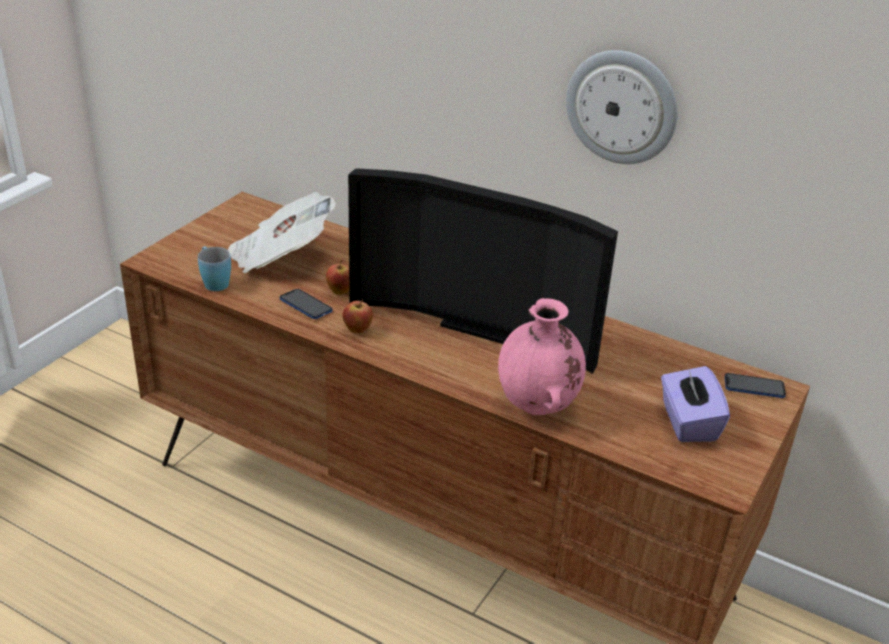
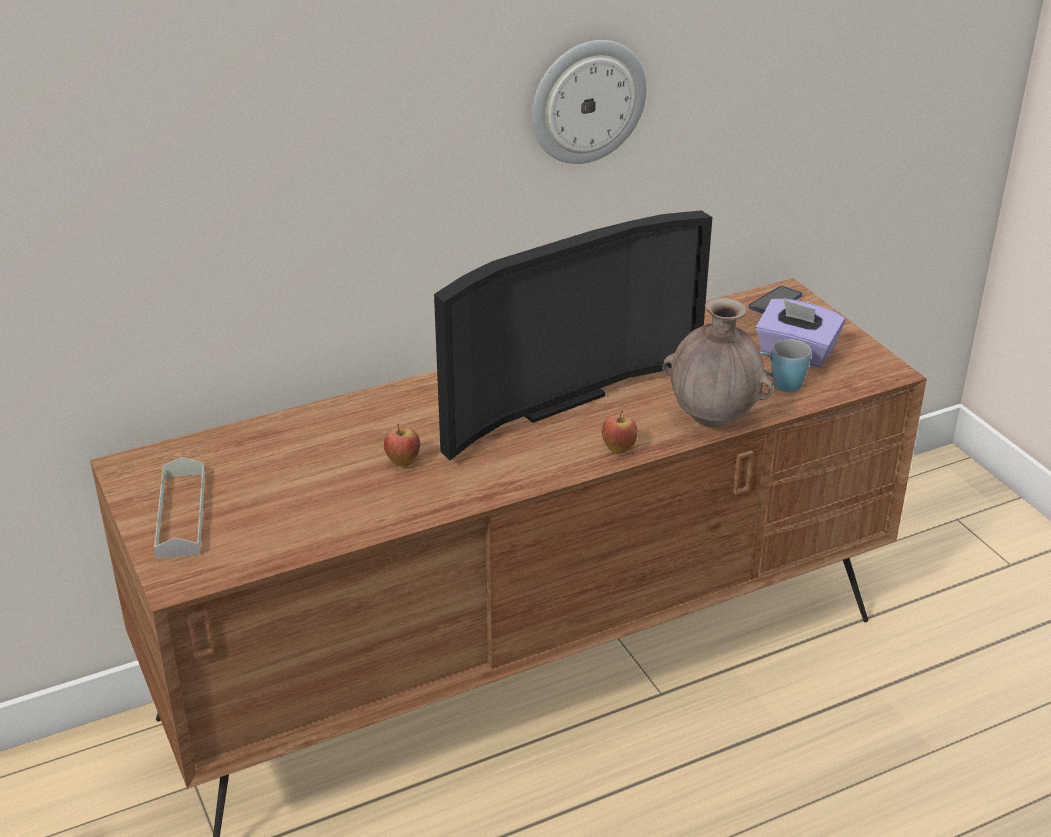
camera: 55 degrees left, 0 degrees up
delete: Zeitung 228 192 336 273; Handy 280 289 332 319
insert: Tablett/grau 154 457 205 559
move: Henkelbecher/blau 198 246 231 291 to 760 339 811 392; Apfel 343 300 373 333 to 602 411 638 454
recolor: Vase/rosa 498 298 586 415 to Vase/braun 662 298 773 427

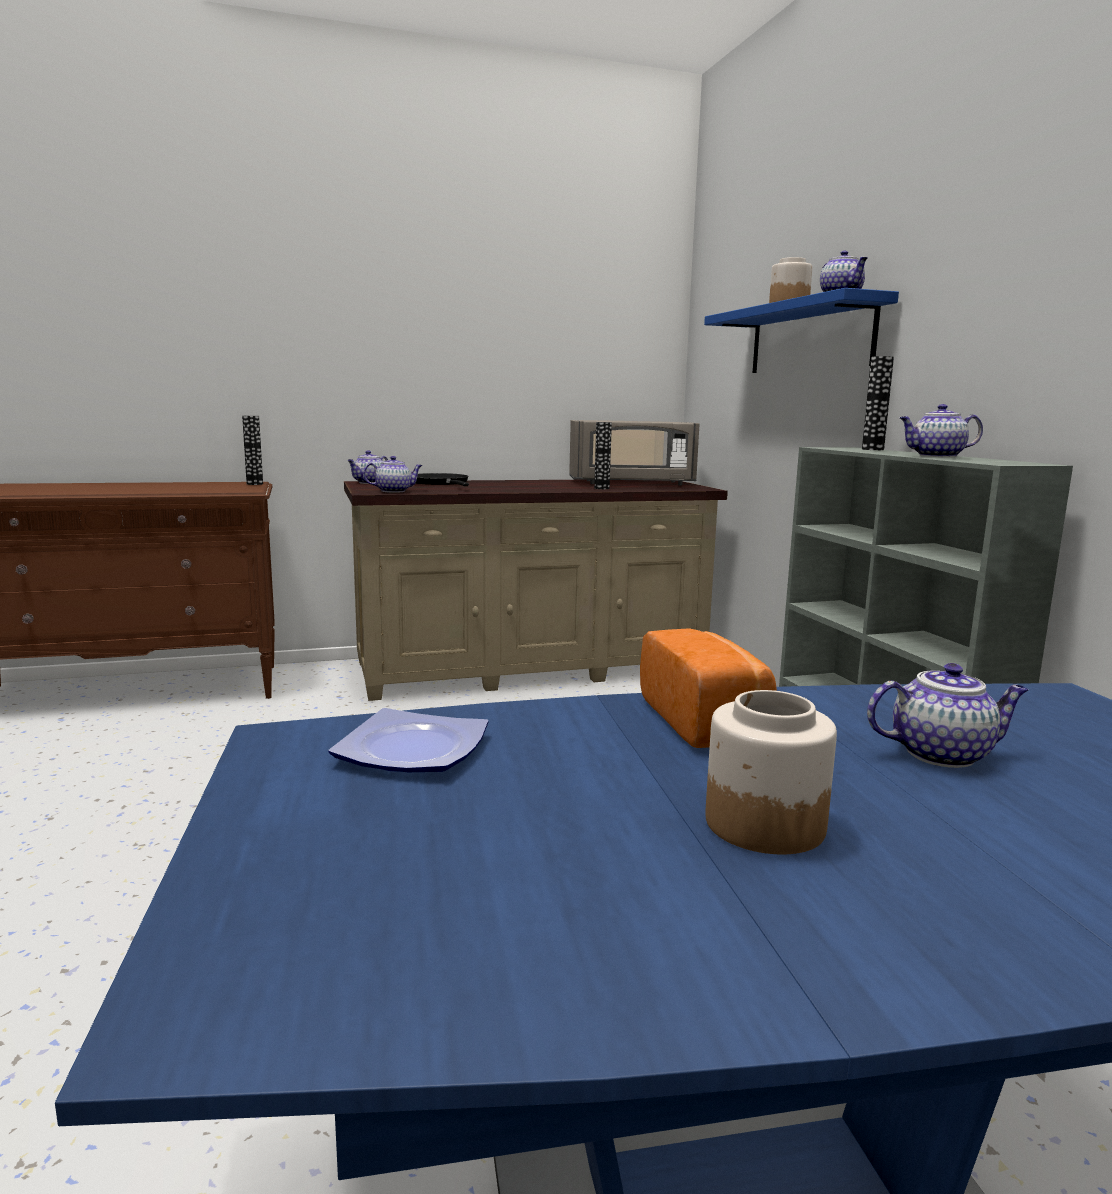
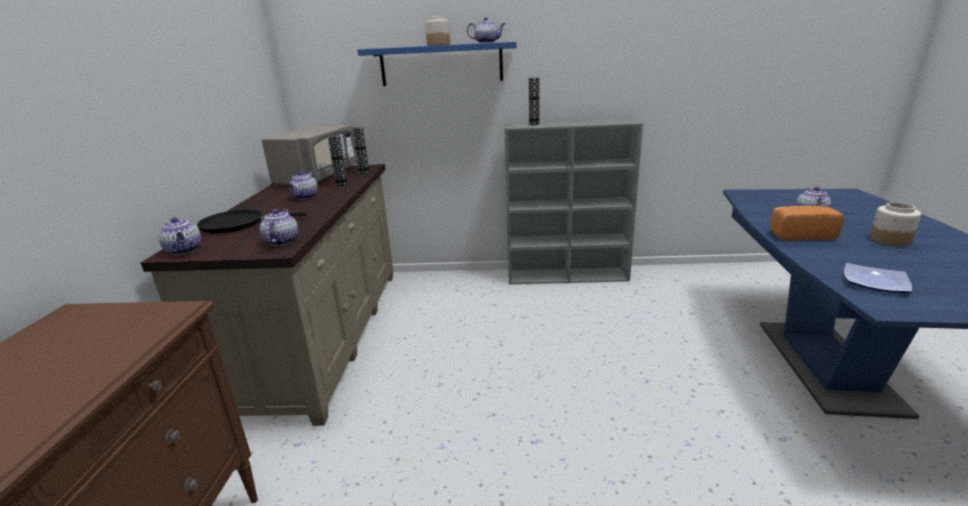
camera: 70 degrees left, 10 degrees up
move: Teekanne 900 404 983 457 to 287 171 318 200; Vase 242 416 263 485 to 352 127 369 175

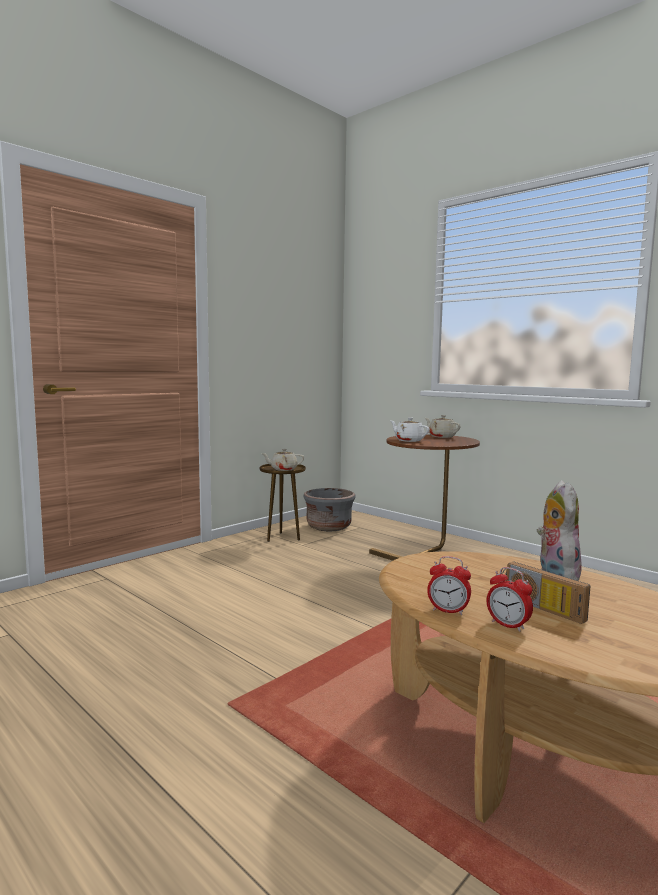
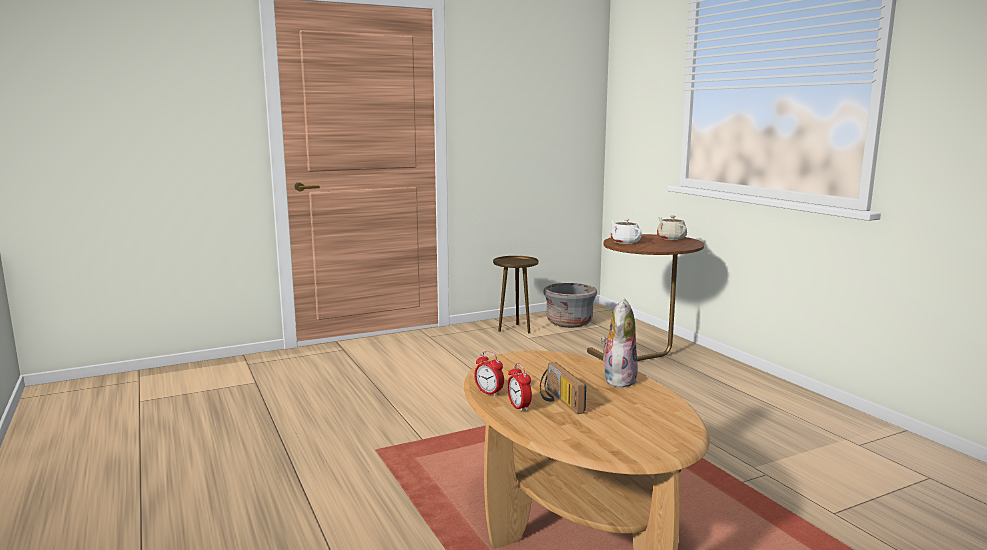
camera: 20 degrees right, 5 degrees up
delete: Teekanne/beige 261 449 304 471

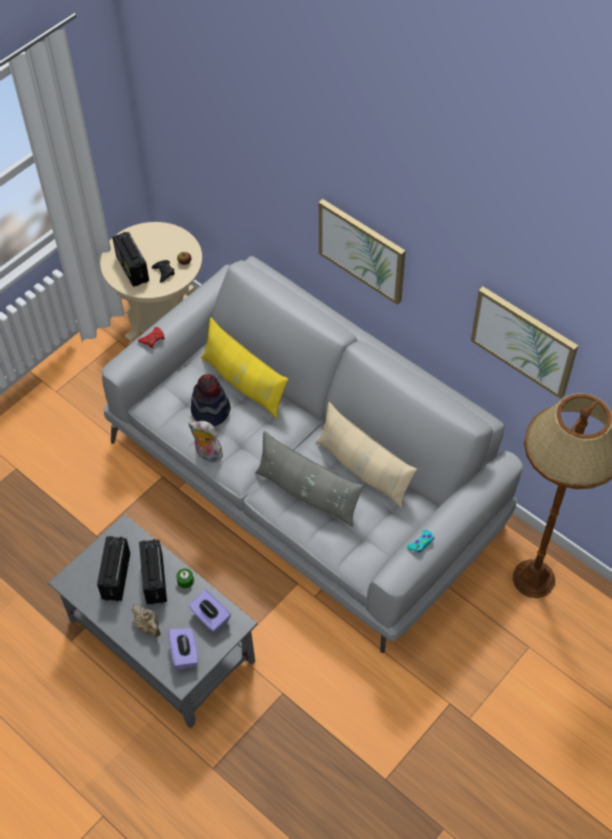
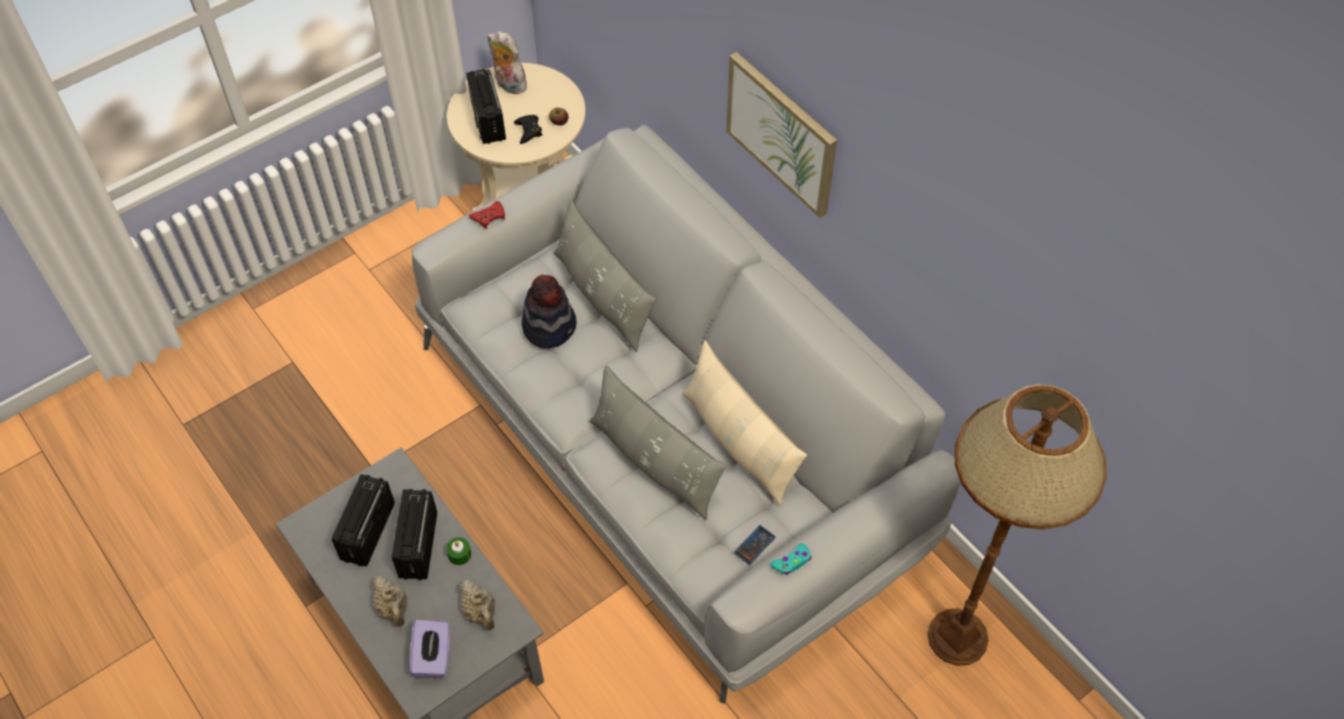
camera: 10 degrees right, 0 degrees up
delete: Bild 471 287 578 399
insert: Handy 734 525 776 565
move: Plüschtier 188 421 223 463 to 487 31 527 94
replace: Taschentuchbox/lila 189 589 231 633 to Teekanne/beige 460 579 495 630
recolor: Kissen/gelb 201 317 288 418 to Kissen/grau 554 199 656 352

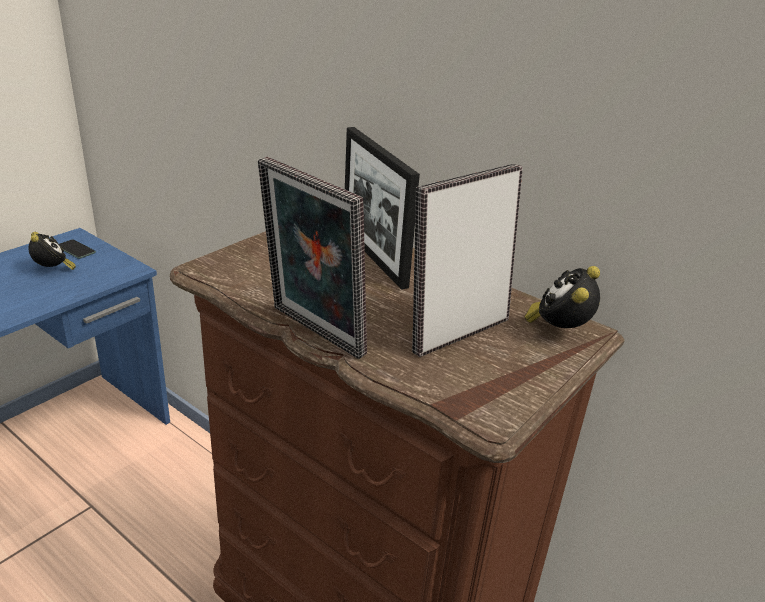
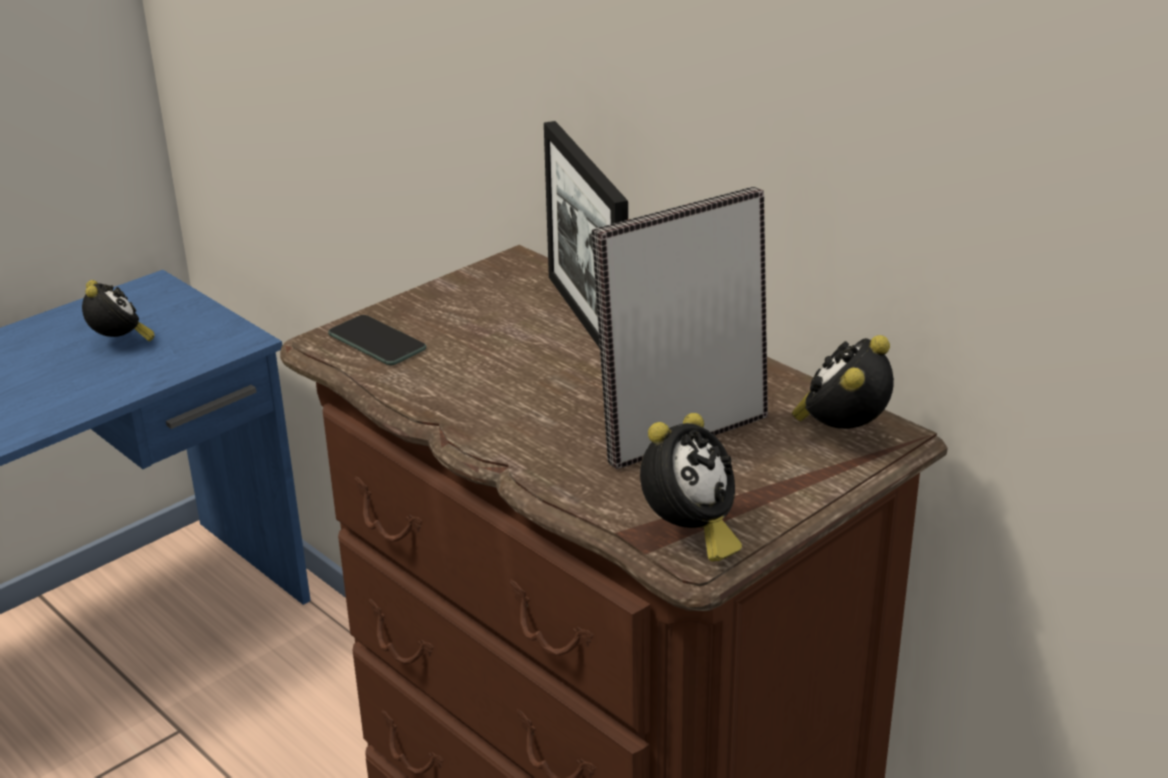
camera: 10 degrees right, 0 degrees up
delete: Bilderrahmen 258 157 367 359
insert: Wecker 640 413 742 561
move: Handy 58 239 96 259 to 328 315 426 365

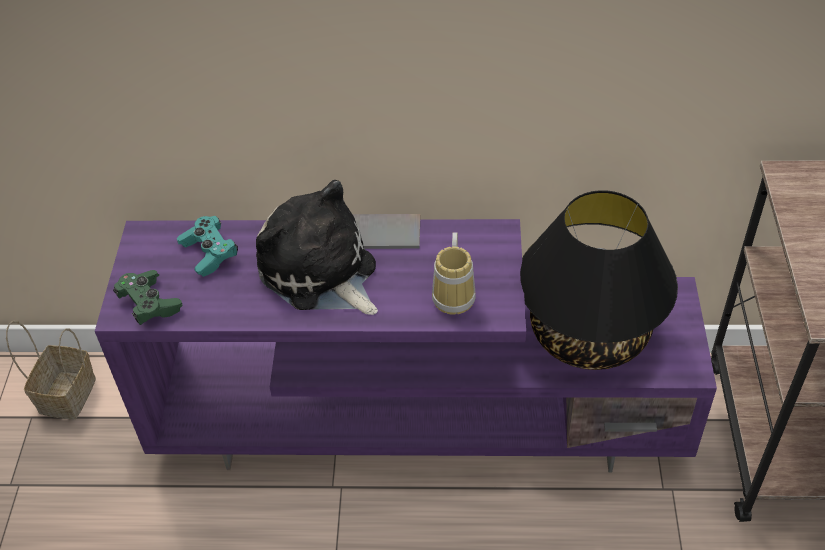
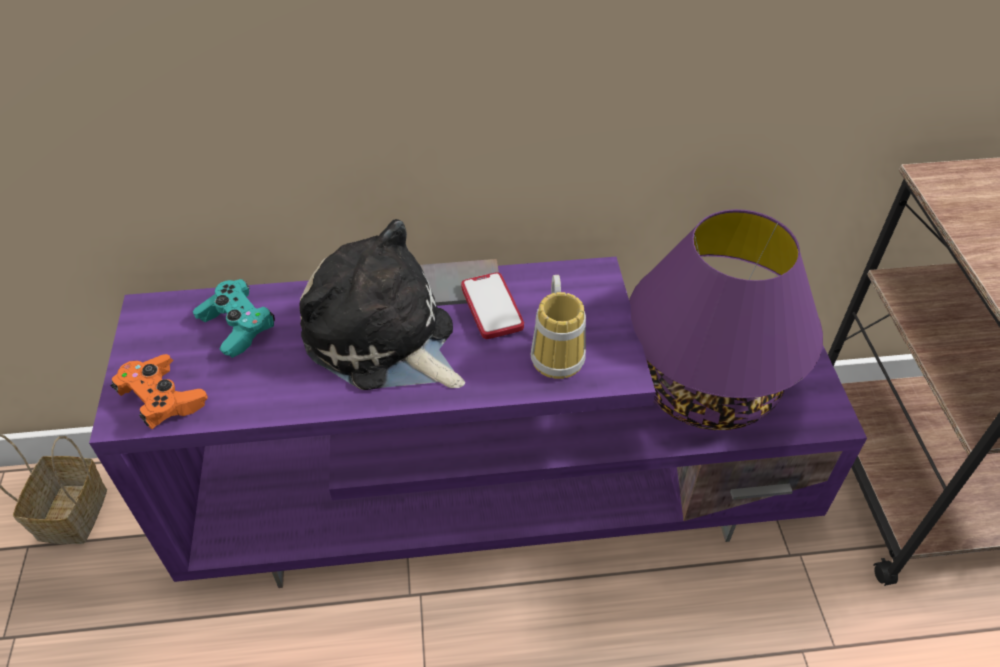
camera: 10 degrees left, 0 degrees up
insert: Handy 461 272 524 339
recolor: Tischlampe/schwarz 520 190 678 370 to Tischlampe/lila 629 209 823 430; Gamepad/grün 113 270 182 325 to Gamepad/orange 110 354 208 429

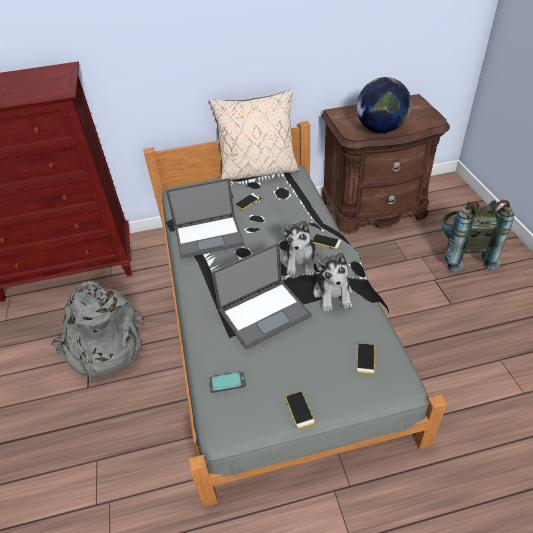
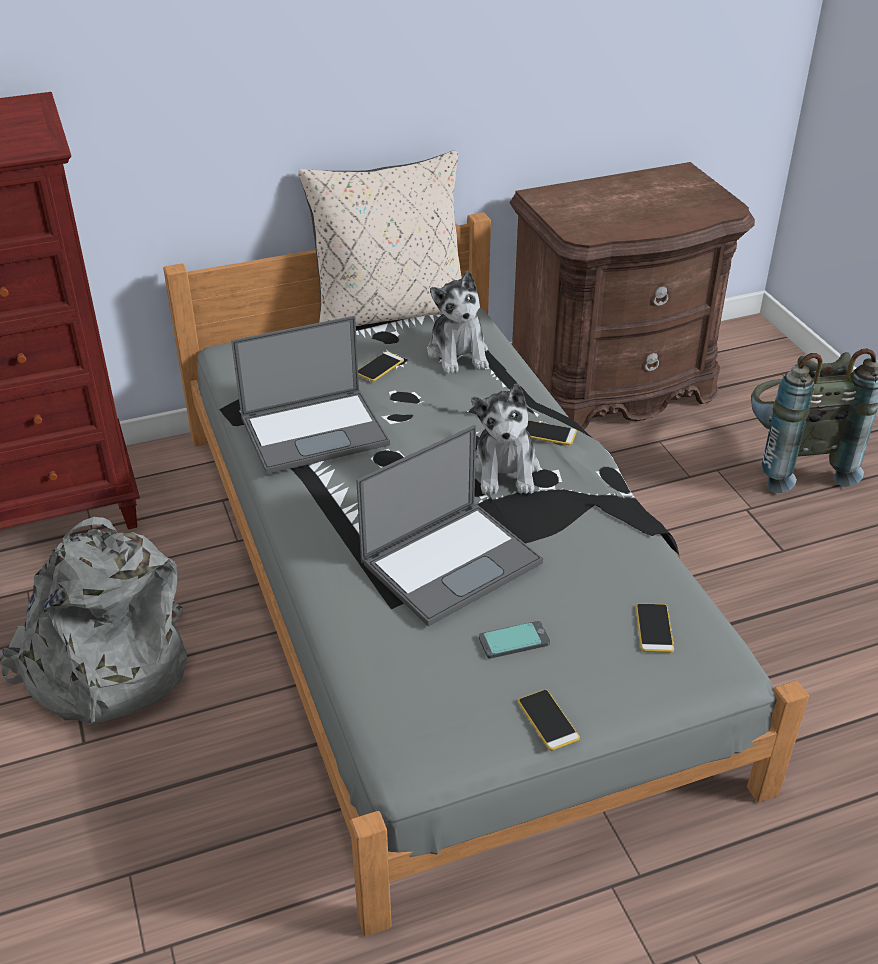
camera: 10 degrees left, 5 degrees down
delete: Globus 357 77 411 133
move: Plüschtier 313 252 352 312 to 428 271 489 374; Handy 209 371 246 393 to 479 621 550 659

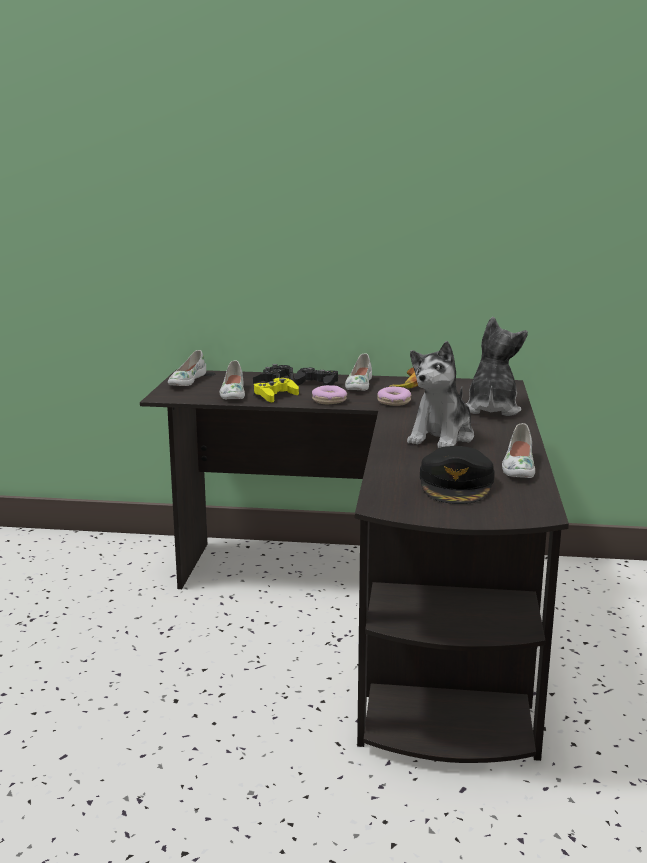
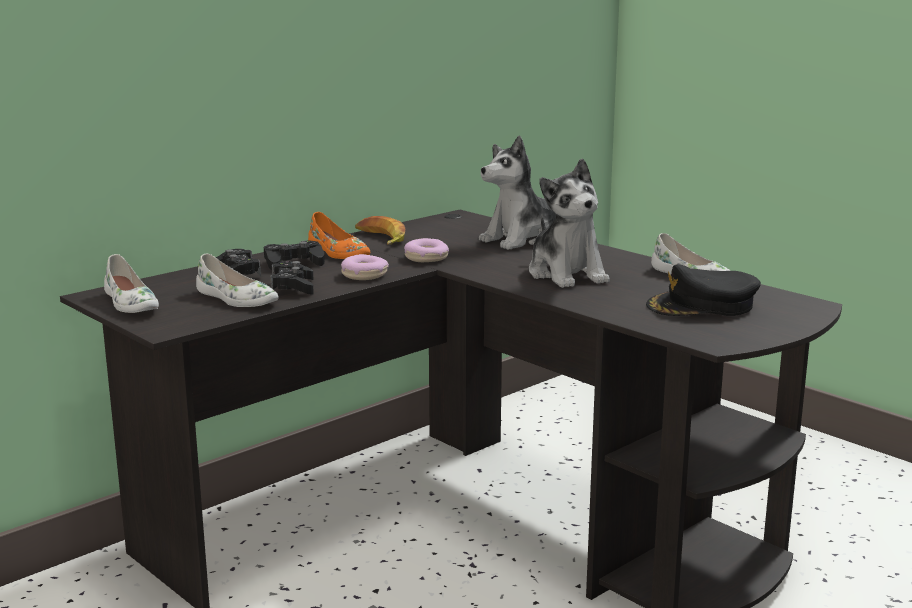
camera: 50 degrees left, 0 degrees up
recolor: Schuh/weiß 345 353 372 390 to Schuh/orange 308 212 370 259; Gamepad/gelb 253 378 299 402 to Gamepad/schwarz 270 261 314 295
rotate: Plüschtier 466 317 528 416 = 479 135 556 250 90 degrees counterclockwise; Kappe/schwarz 420 446 495 504 = 646 264 761 316 120 degrees clockwise

